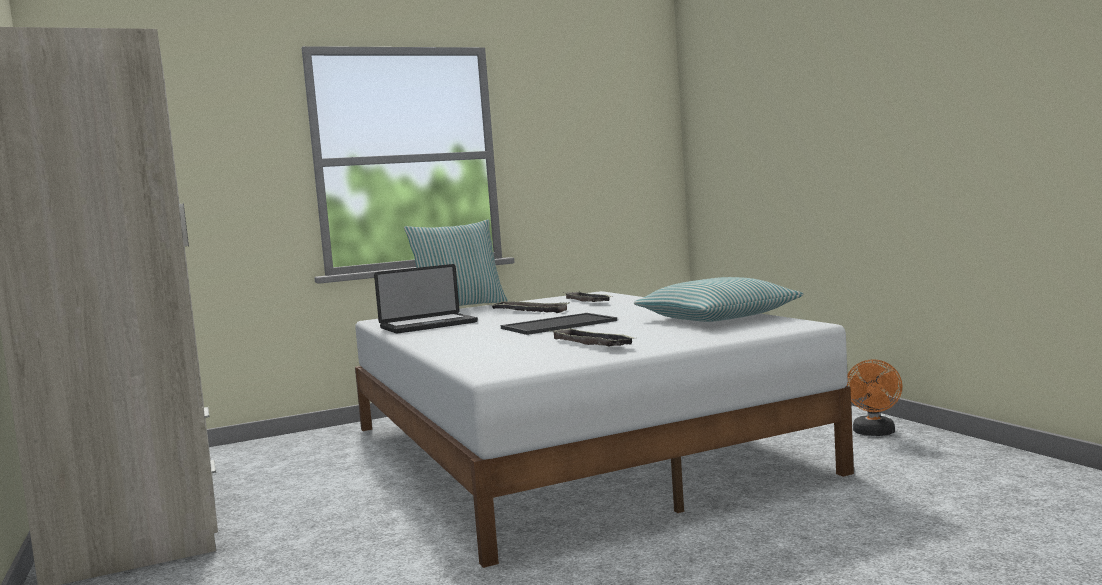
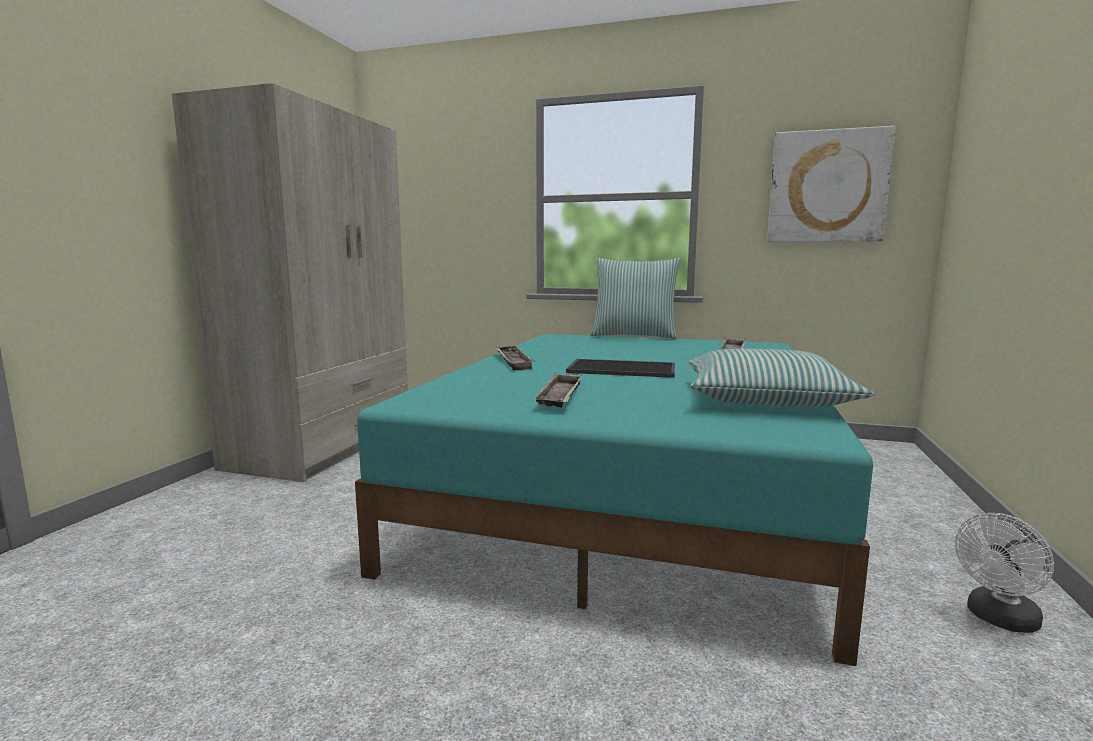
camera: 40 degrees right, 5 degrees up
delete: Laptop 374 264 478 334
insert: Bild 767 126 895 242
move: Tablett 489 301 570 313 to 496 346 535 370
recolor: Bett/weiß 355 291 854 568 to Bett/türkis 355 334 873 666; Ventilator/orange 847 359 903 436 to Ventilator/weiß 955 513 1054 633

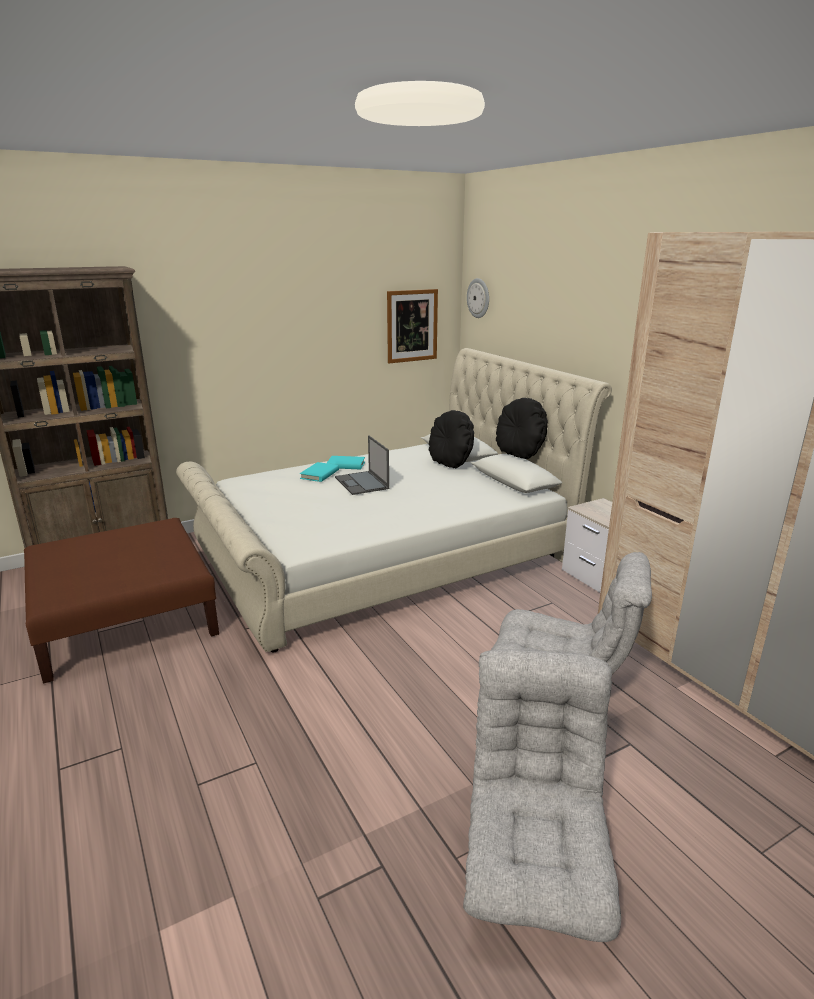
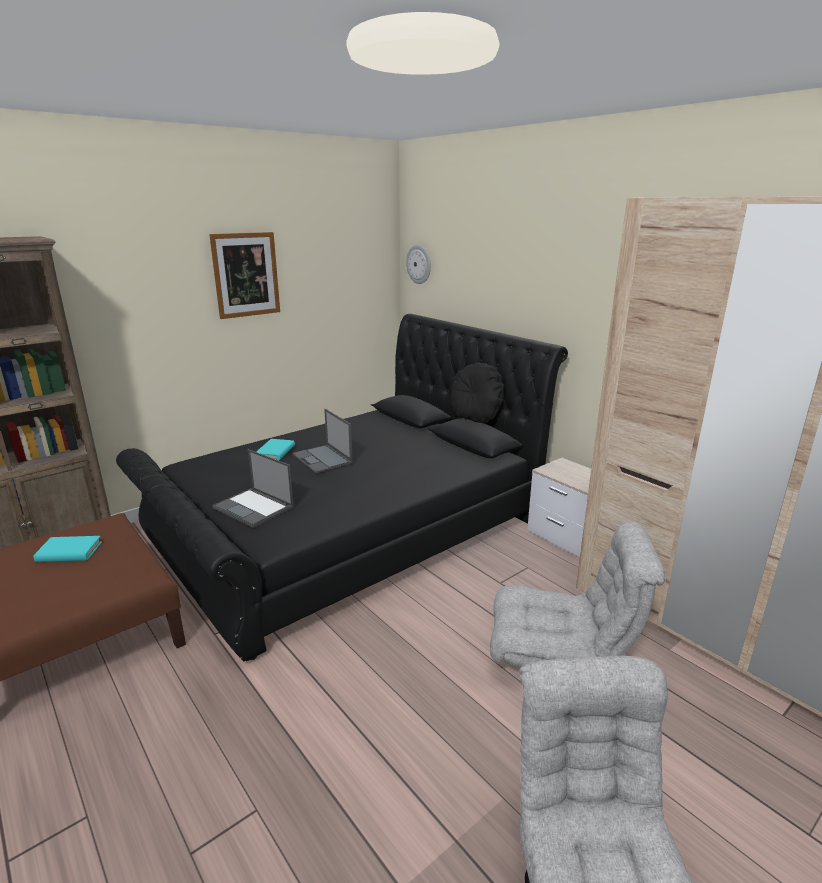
camera: 10 degrees left, 0 degrees up
delete: Kissen/schwarz 429 410 474 468
insert: Laptop 212 449 294 528
move: Bild 387 289 438 363 to 209 232 280 319; Buch/türkis 327 456 365 469 to 33 536 102 562
recolor: Bett/beige 176 348 612 652 to Bett/schwarz 116 314 568 661

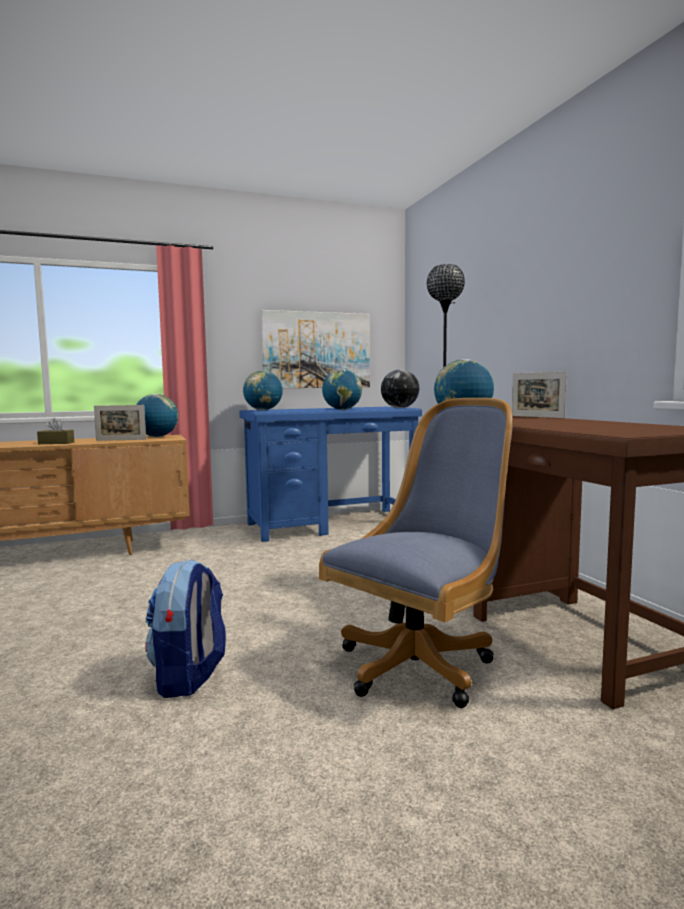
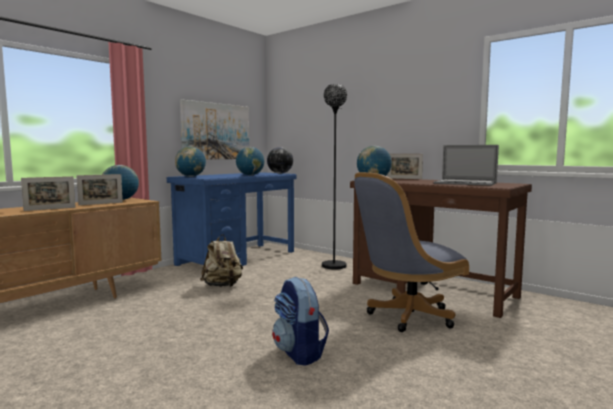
camera: 30 degrees left, 0 degrees up
insert: Laptop 434 145 499 186; Rucksack/beige 200 234 243 287
replace: Taschentuchbox/braun 37 418 74 444 to Bilderrahmen 21 176 76 211
rotate: Bürostuhl/blau 319 398 513 708 = 354 172 469 332 135 degrees counterclockwise

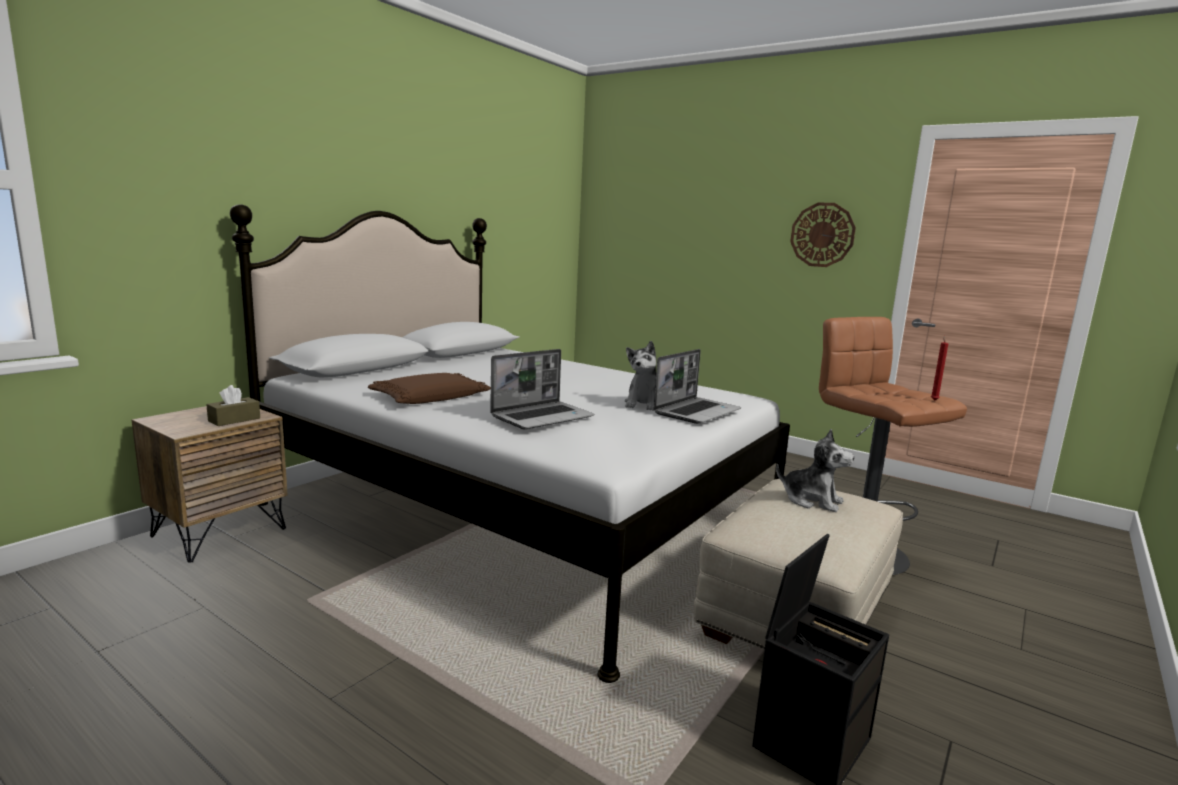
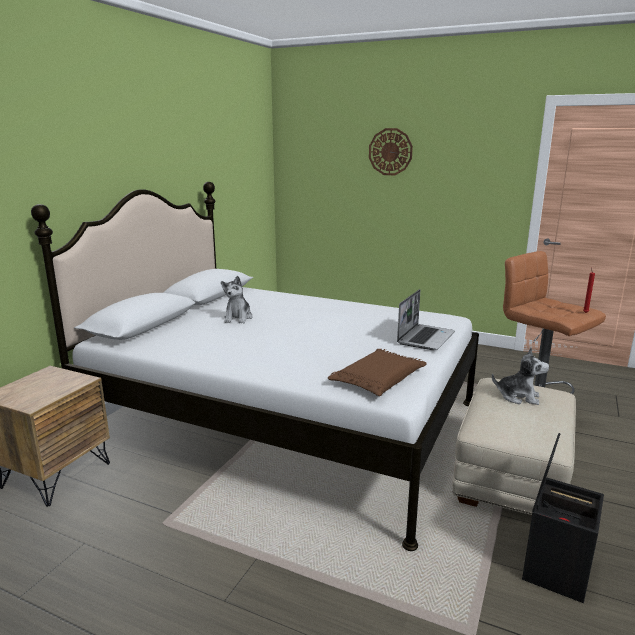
camera: 10 degrees left, 5 degrees up
delete: Laptop 490 349 594 429; Taschentuchbox/braun 206 385 260 426
move: Wanduhr 790 203 856 267 to 369 128 413 175; Plüschtier 625 341 657 411 to 221 276 253 323; Kissen/braun 368 373 491 404 to 328 349 427 396

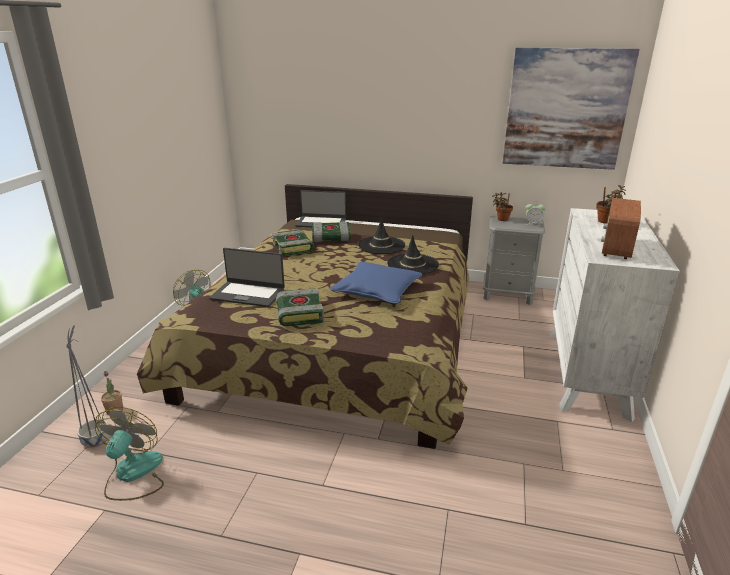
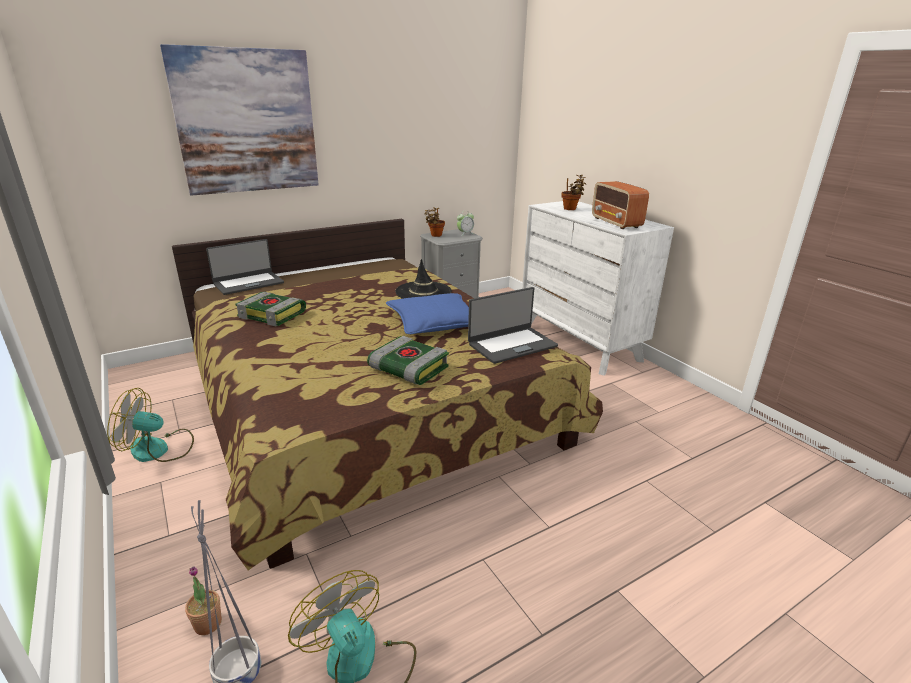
camera: 45 degrees left, 0 degrees up
delete: Hut/schwarz 358 218 405 254; Buch 312 221 351 242
move: Bild 503 47 640 170 to 160 44 319 196; Laptop 209 248 285 307 to 468 287 558 364

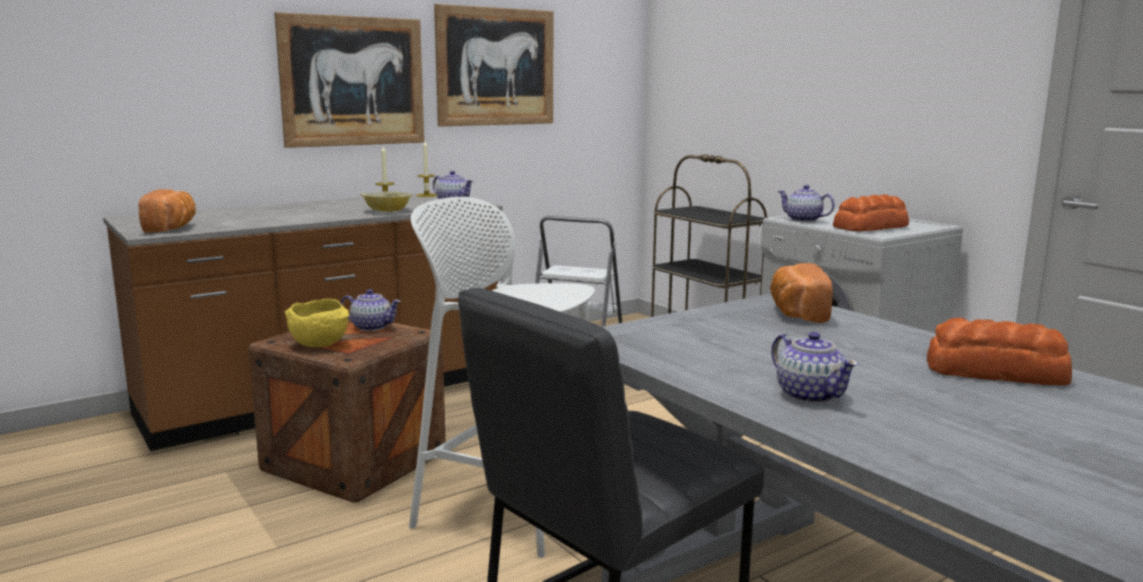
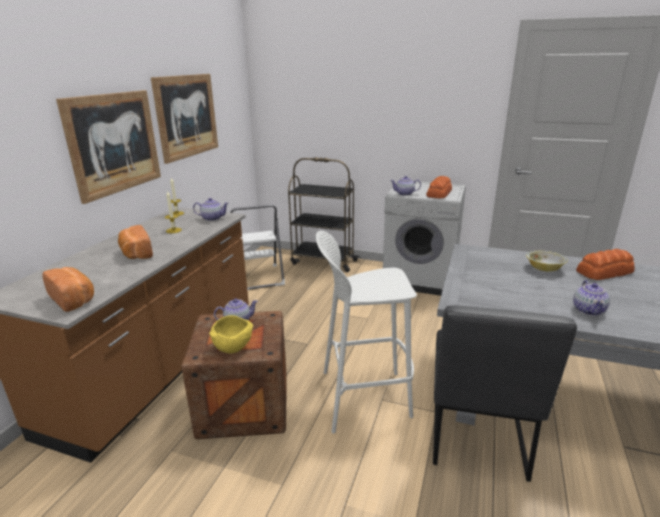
camera: 35 degrees left, 10 degrees up
move: Schüssel 361 192 413 212 to 526 251 568 271; Brot 770 263 833 323 to 118 225 153 259
rotate: Teekanne 771 332 859 404 = 573 280 610 316 75 degrees clockwise

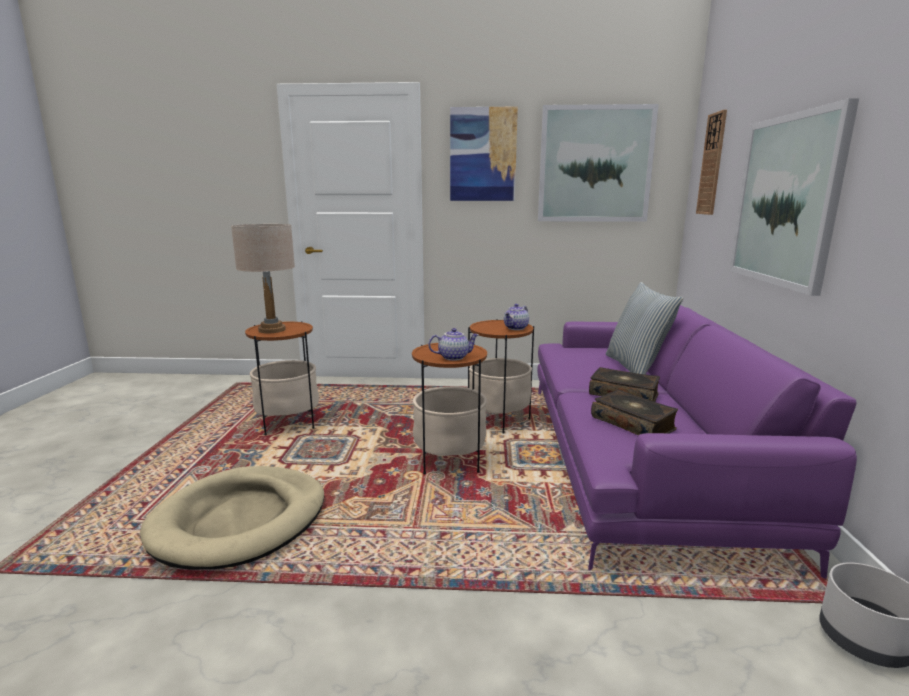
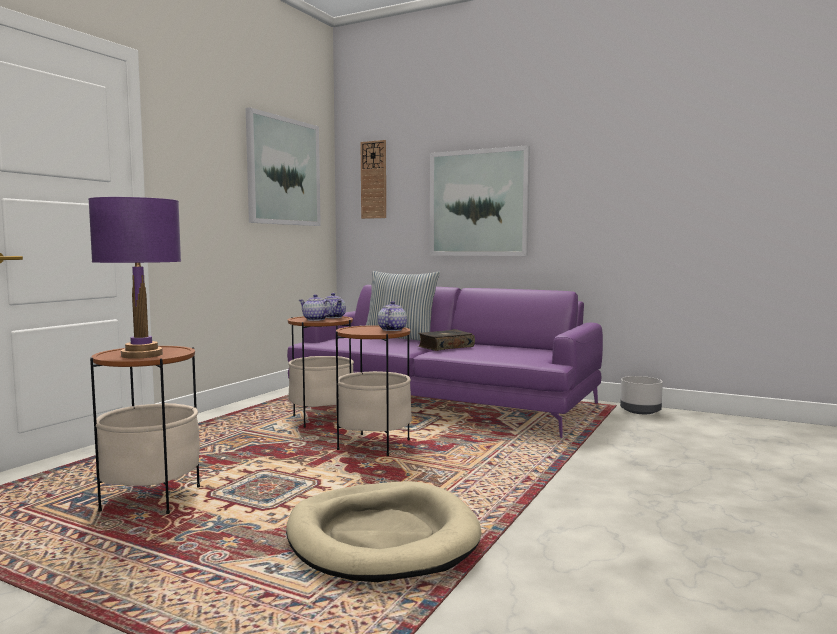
camera: 65 degrees left, 10 degrees down
delete: Bild 450 107 518 201; Buch 591 390 678 435
insert: Teekanne 299 294 333 321
recolor: Tischlampe/beige 231 224 295 333 to Tischlampe/lila 88 197 181 359

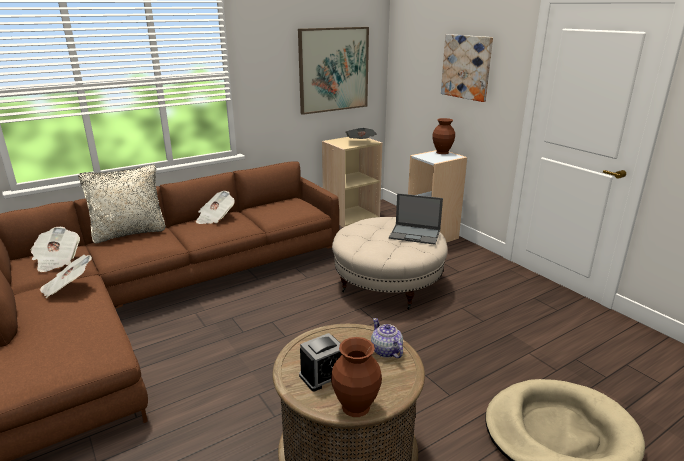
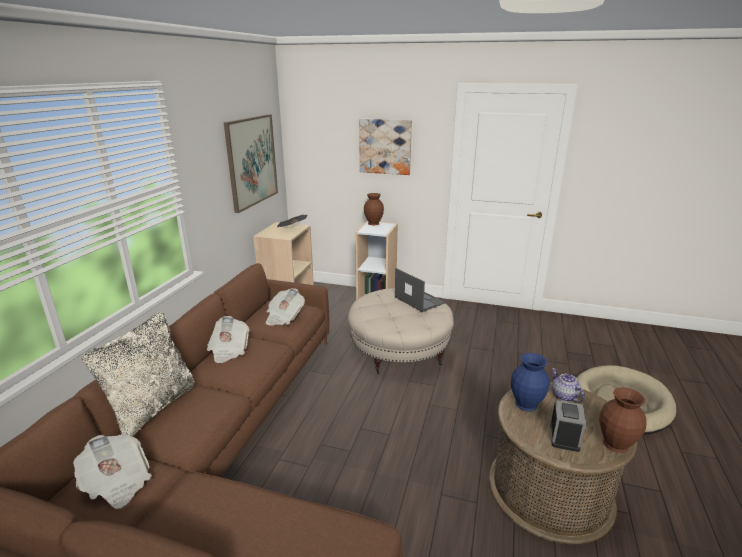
camera: 40 degrees left, 0 degrees up
insert: Vase/blau 511 353 550 412
move: Zeitung 40 255 92 298 to 266 288 305 325
rotate: Laptop 389 193 443 245 = 395 268 445 312 105 degrees counterclockwise; Teekanne 371 318 403 358 = 552 368 585 403 45 degrees clockwise

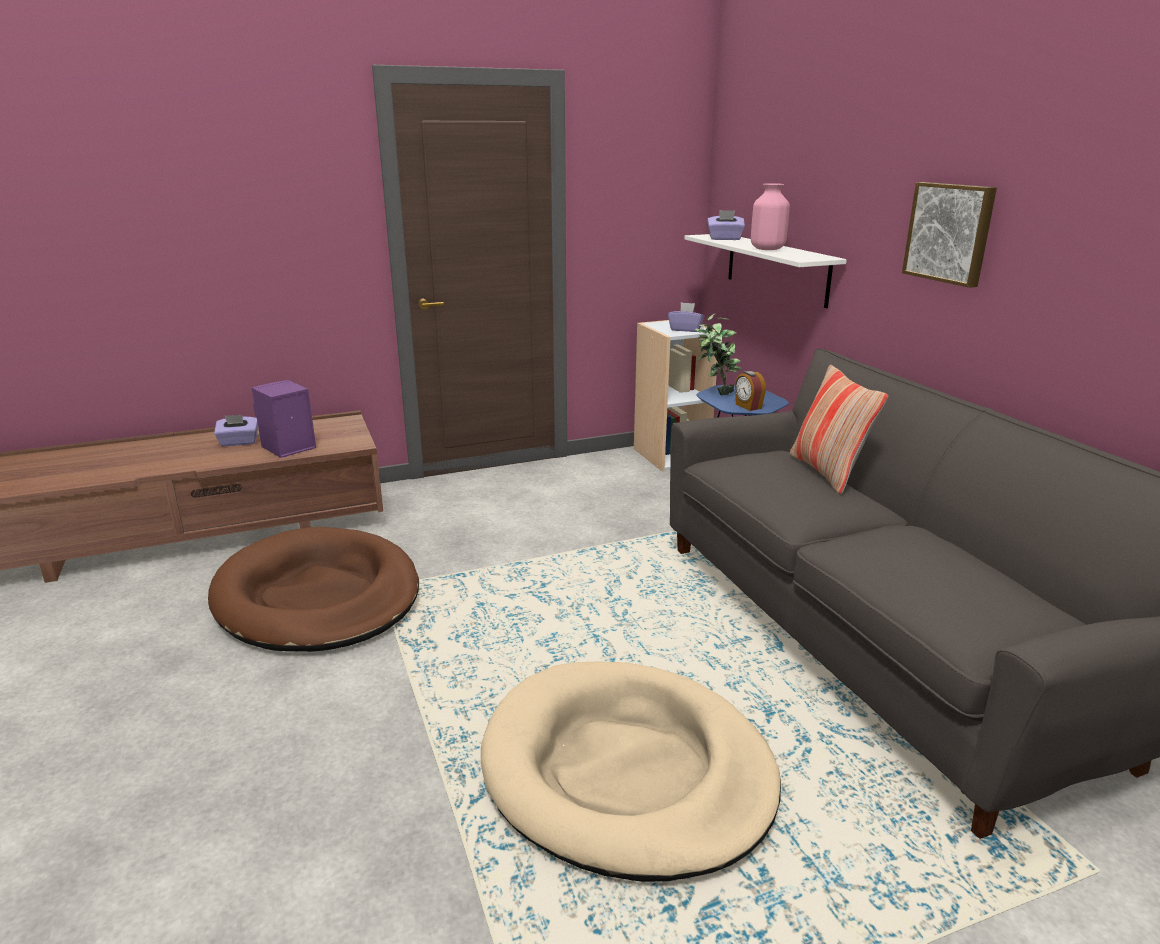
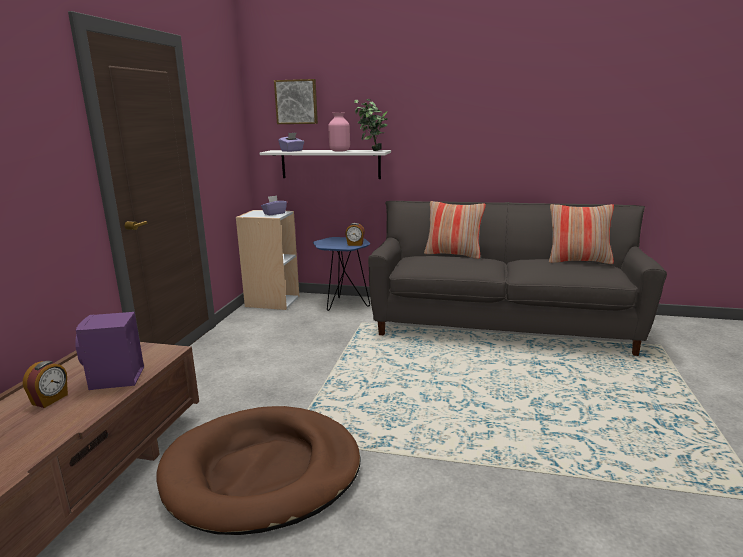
camera: 55 degrees left, 5 degrees down
delete: Hundebett/beige 481 662 781 882
insert: Kissen 549 204 614 264
move: Bild 902 182 997 288 to 274 79 318 124; Topfpflanze 695 314 742 395 to 354 99 388 151
replace: Taschentuchbox/lila 214 415 258 446 to Wecker 23 361 68 408

